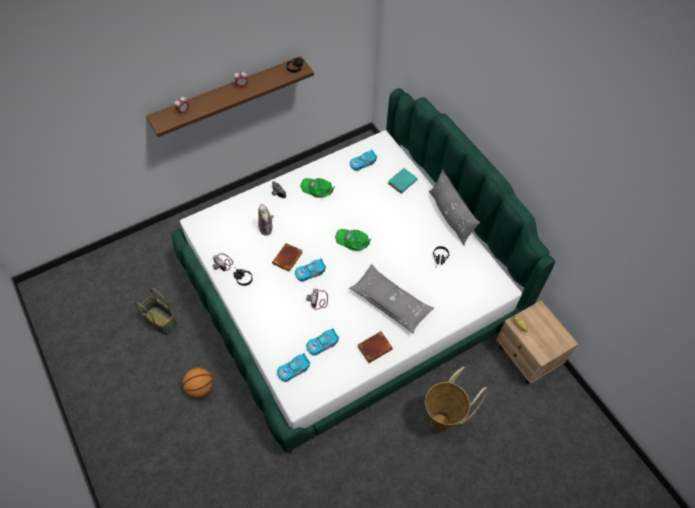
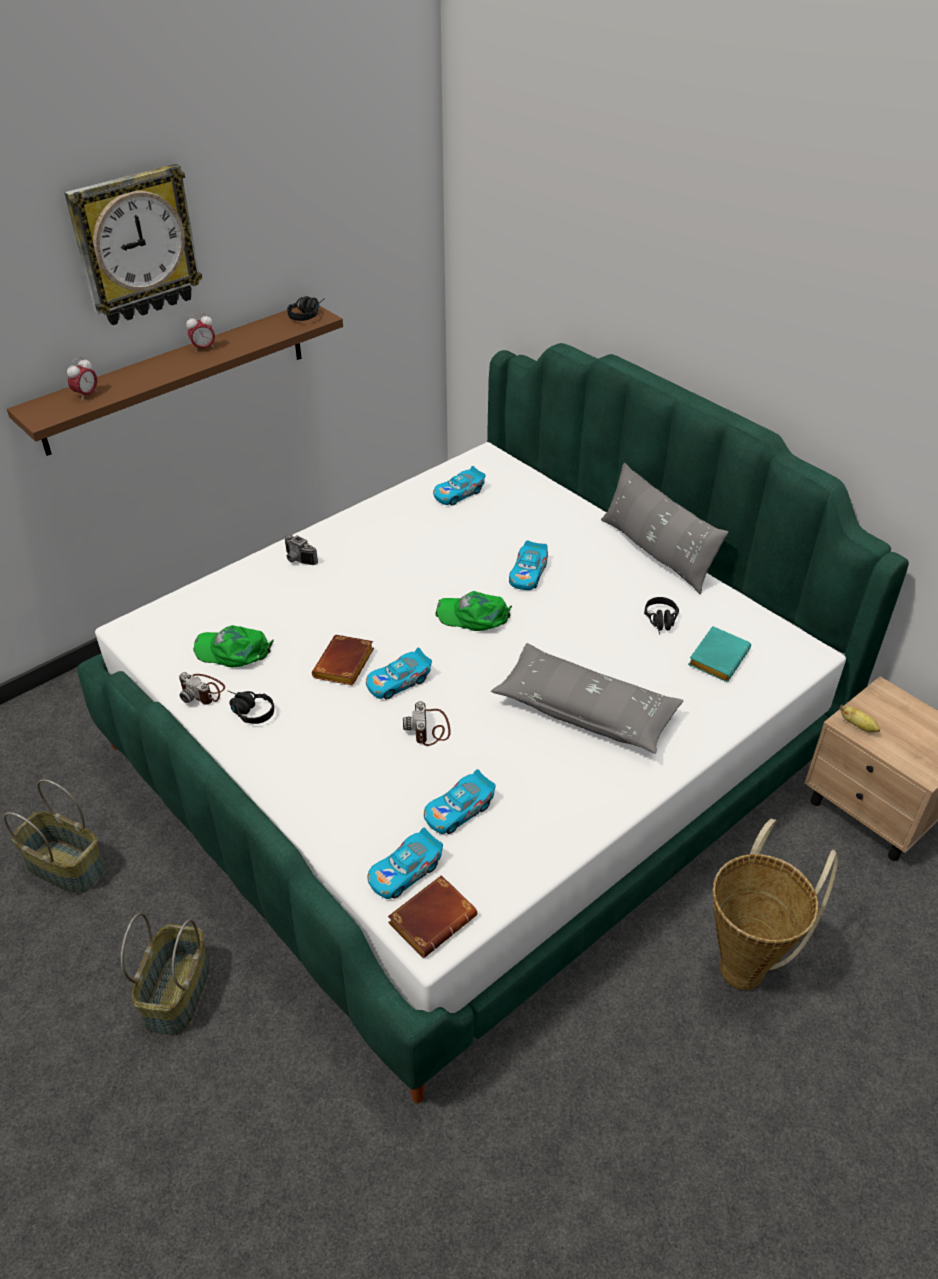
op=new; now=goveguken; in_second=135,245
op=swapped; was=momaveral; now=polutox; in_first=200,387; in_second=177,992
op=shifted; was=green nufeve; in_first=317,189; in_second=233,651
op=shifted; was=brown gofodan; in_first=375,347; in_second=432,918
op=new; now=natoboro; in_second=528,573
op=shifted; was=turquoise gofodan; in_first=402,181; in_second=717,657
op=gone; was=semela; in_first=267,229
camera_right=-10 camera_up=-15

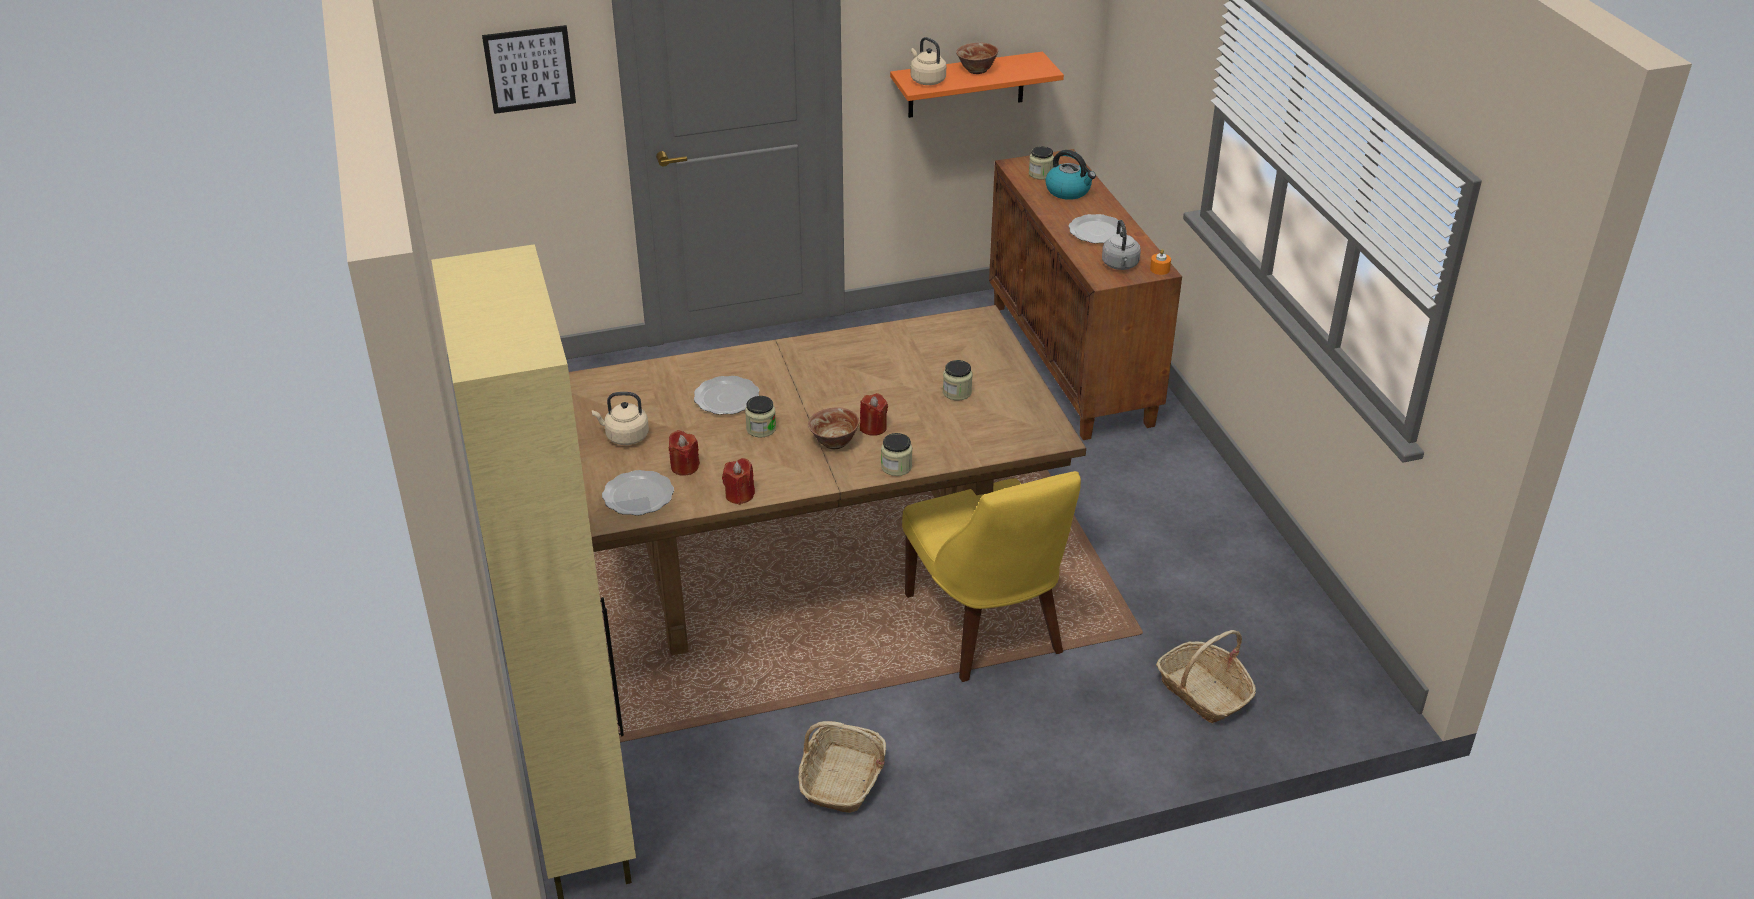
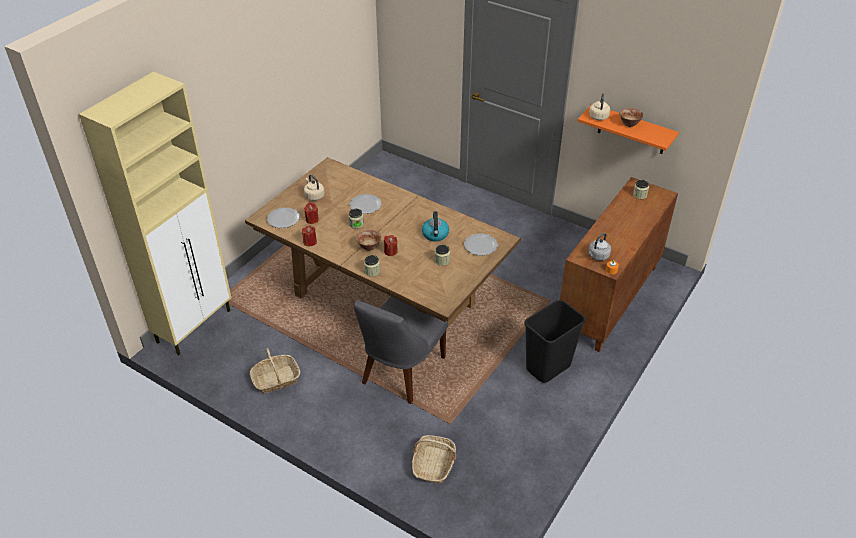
op=repainted; was=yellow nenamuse; now=grey nenamuse; in_first=987,628; in_second=401,372
op=shifted; was=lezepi; in_first=1068,191; in_second=435,235
op=shifted; was=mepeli; in_first=1097,232; in_second=480,246
op=new; now=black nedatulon; in_second=548,368
op=gone; was=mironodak; in_first=529,69
camera_right=50 camera_up=5

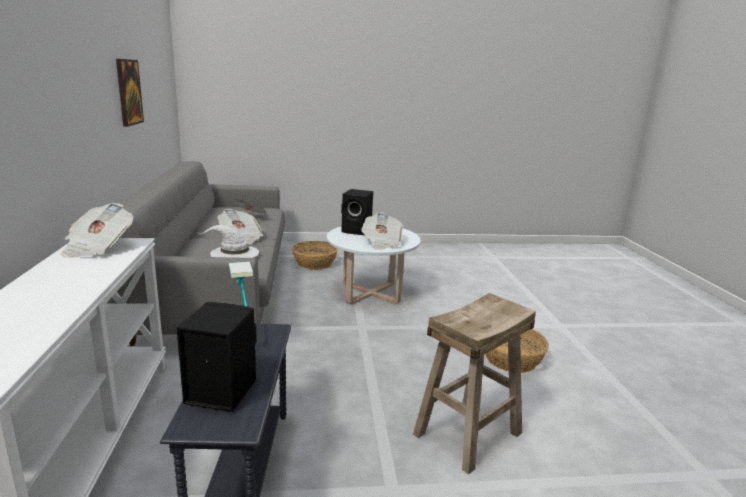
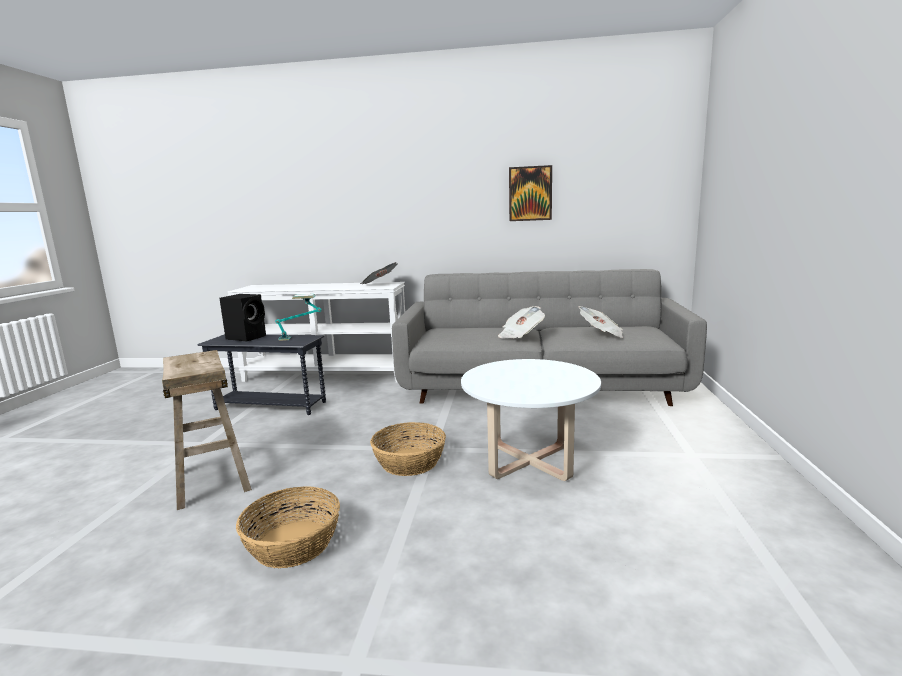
op=shifted; was=polutox; in_first=314,263; in_second=409,462
op=gone; was=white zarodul; in_first=234,253
op=gone; was=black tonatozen; in_first=357,230
op=gone; was=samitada; in_first=381,243
camera_right=105 camera_up=-5

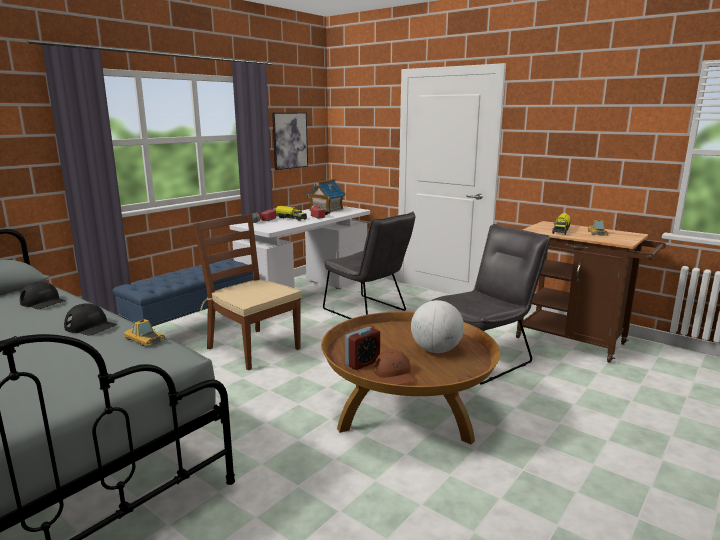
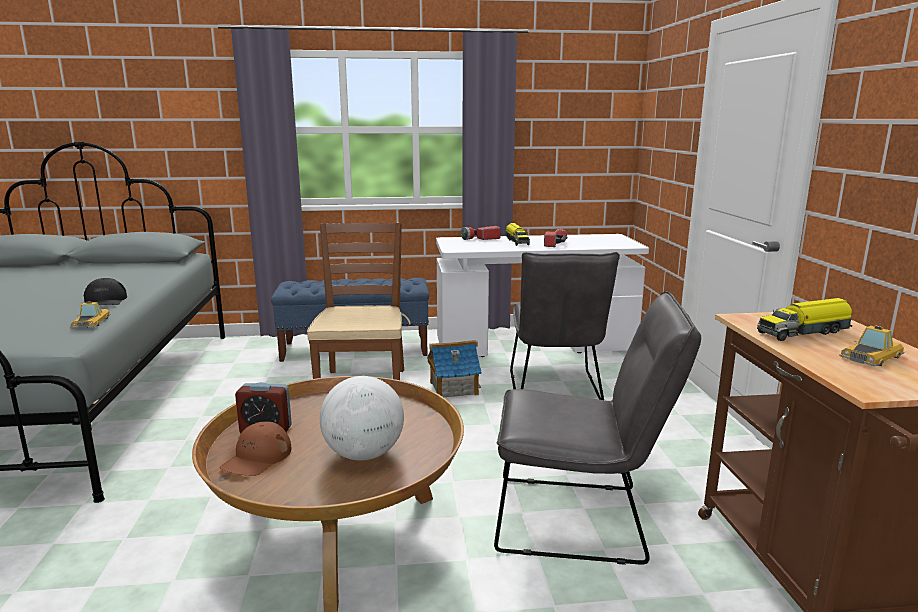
op=shifted; was=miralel; in_first=326,209; in_second=453,388
op=gone; was=black nufeve; in_first=43,302
op=gone; was=mironodak; in_first=290,140
camera_right=45 camera_up=0

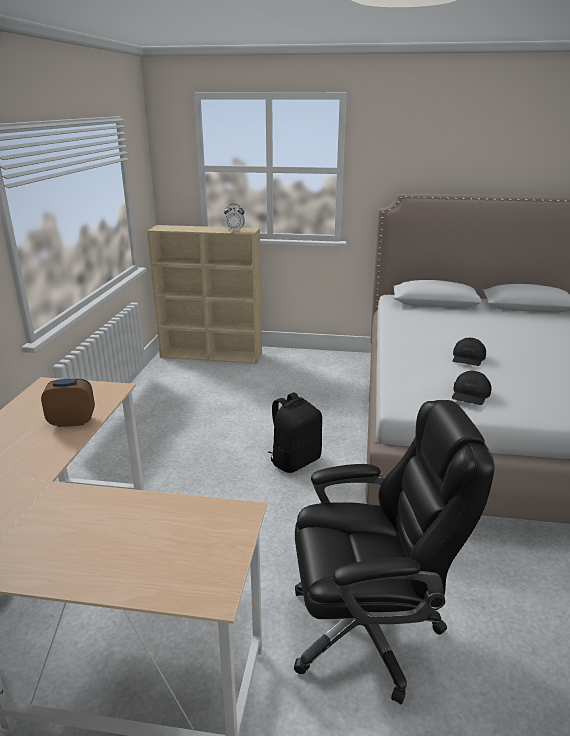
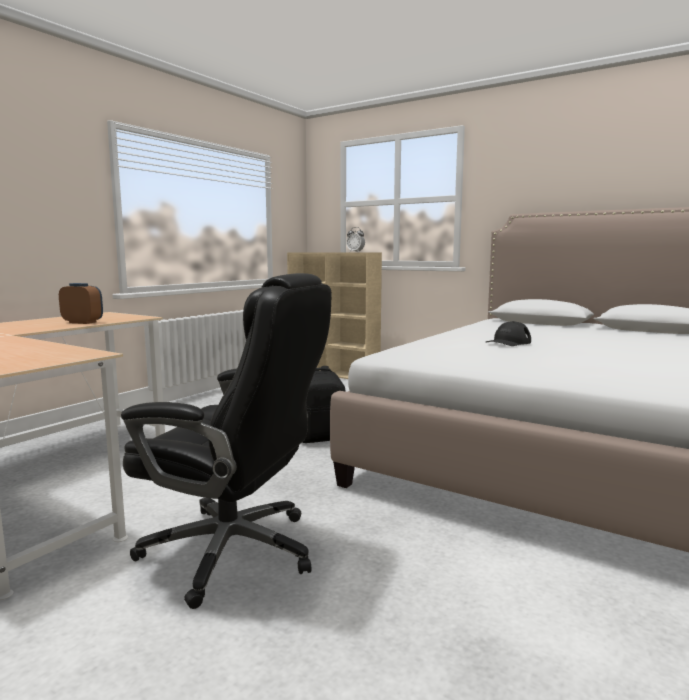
op=gone; was=black nufeve; in_first=470,394
camera_right=25 camera_up=-15

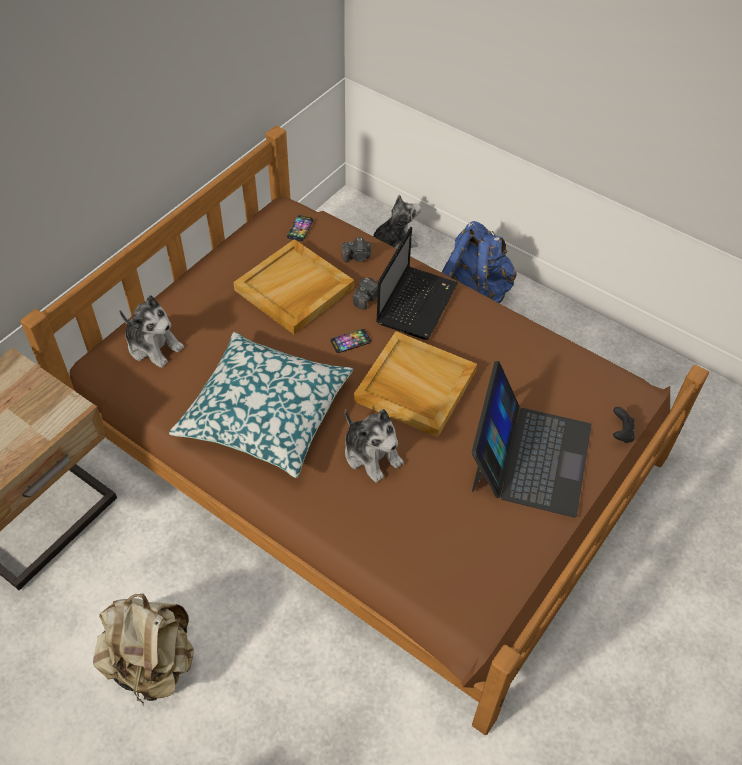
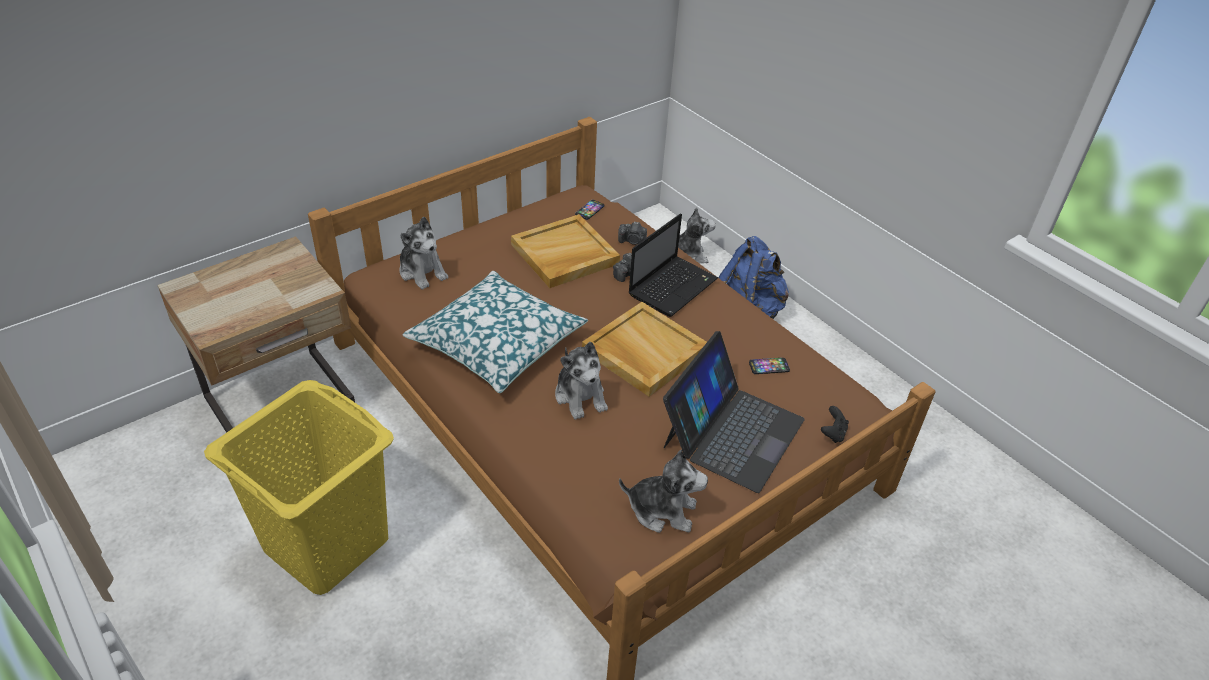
op=swapped; was=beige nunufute; now=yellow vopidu; in_first=151,663; in_second=328,544
op=new; now=semela; in_second=662,510
op=shifted; was=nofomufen; in_first=350,341; in_second=769,367
camera_right=15 camera_up=-10

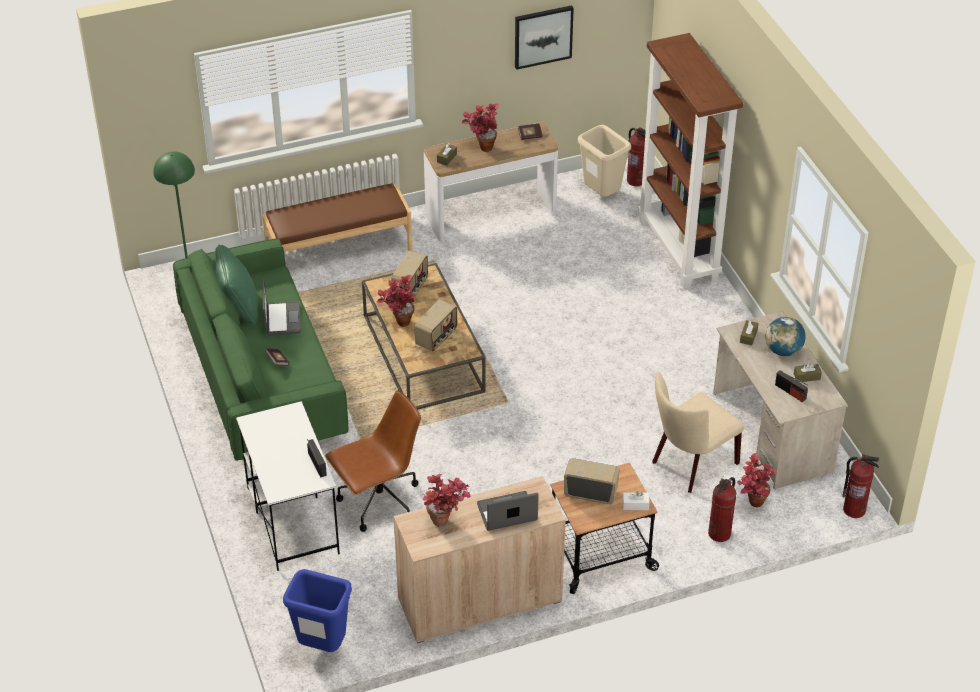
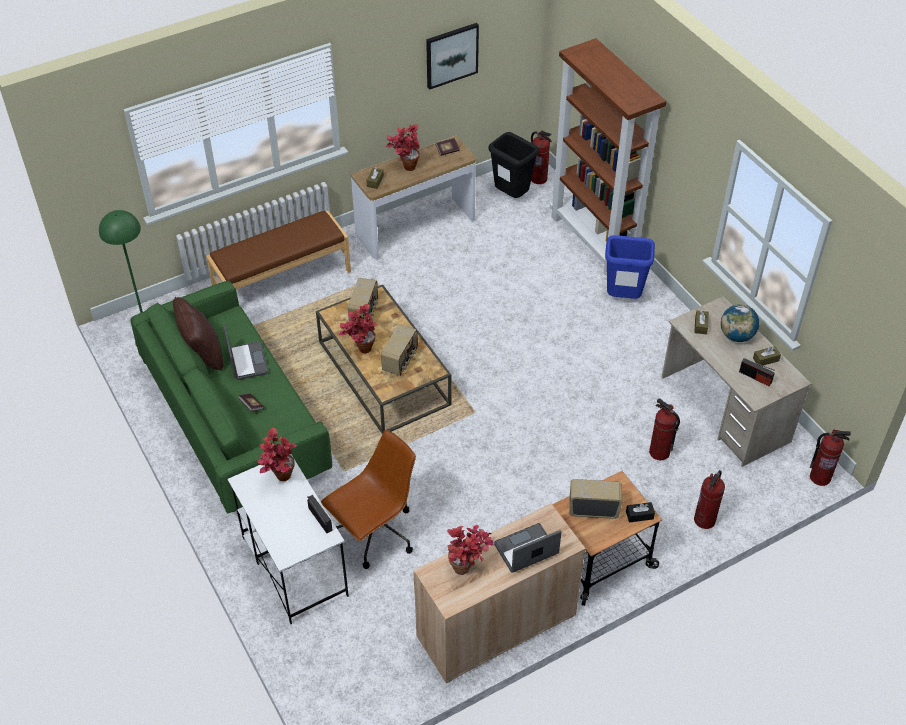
op=repainted; was=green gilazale; now=brown gilazale; in_first=239,307; in_second=202,354
op=shifted; was=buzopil; in_first=751,505; in_second=279,479
op=repainted; was=beige nedatulon; now=black nedatulon; in_first=602,195; in_second=512,196
op=shifted; was=blue nedatulon; in_first=322,647; in_second=622,298
op=repainted; was=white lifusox; now=black lifusox; in_first=635,505; in_second=639,515
op=swapped; was=beige nenamuse; now=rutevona; in_first=690,464; in_second=659,452
camera_right=-10 camera_up=5

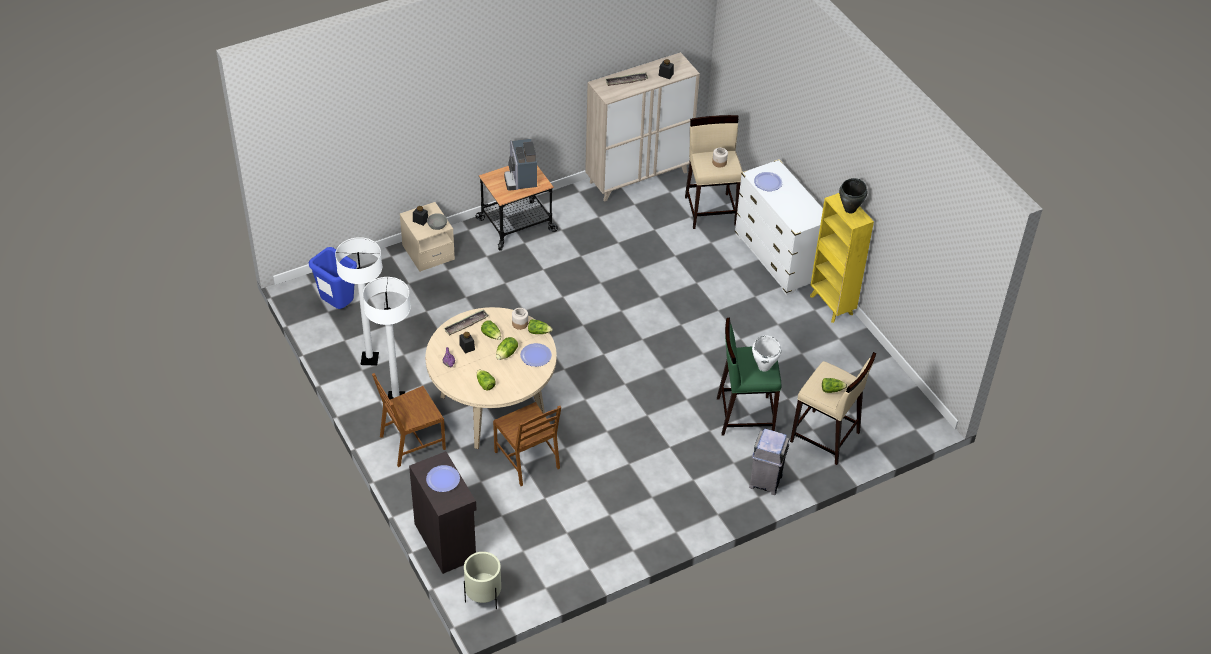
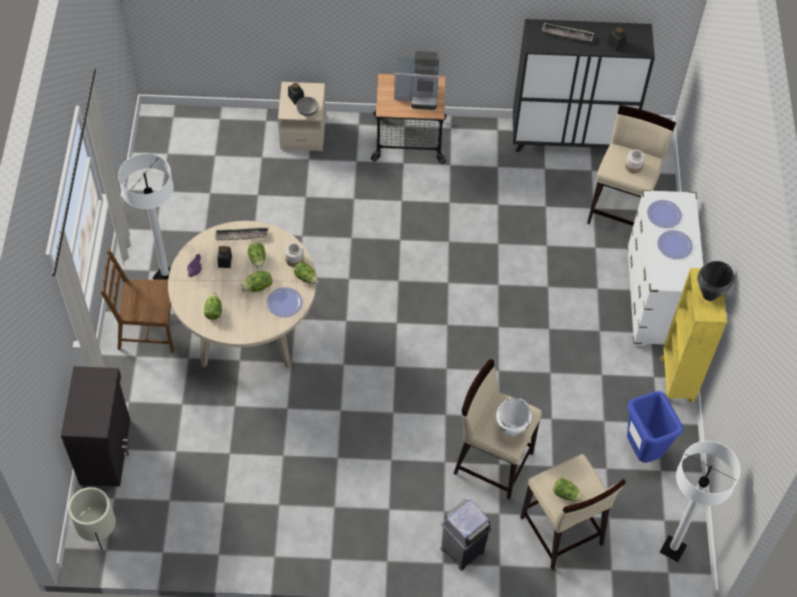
op=rotated; was=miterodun; in_first=521,178; in_second=418,95; clockwise=-105
op=repainted; was=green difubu; now=beige difubu; in_first=744,415; in_second=493,462
op=repainted; was=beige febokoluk; now=black febokoluk; in_first=638,177; in_second=570,139
op=shifted; was=blue nedatulon; in_first=337,305; in_second=642,451
op=shifted; was=mepeli; in_first=443,479; in_second=674,245
op=shifted; was=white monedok; in_first=369,359; in_second=673,549
op=gone; was=brown nenamuse; in_first=528,460
camera_right=30 camera_up=10

